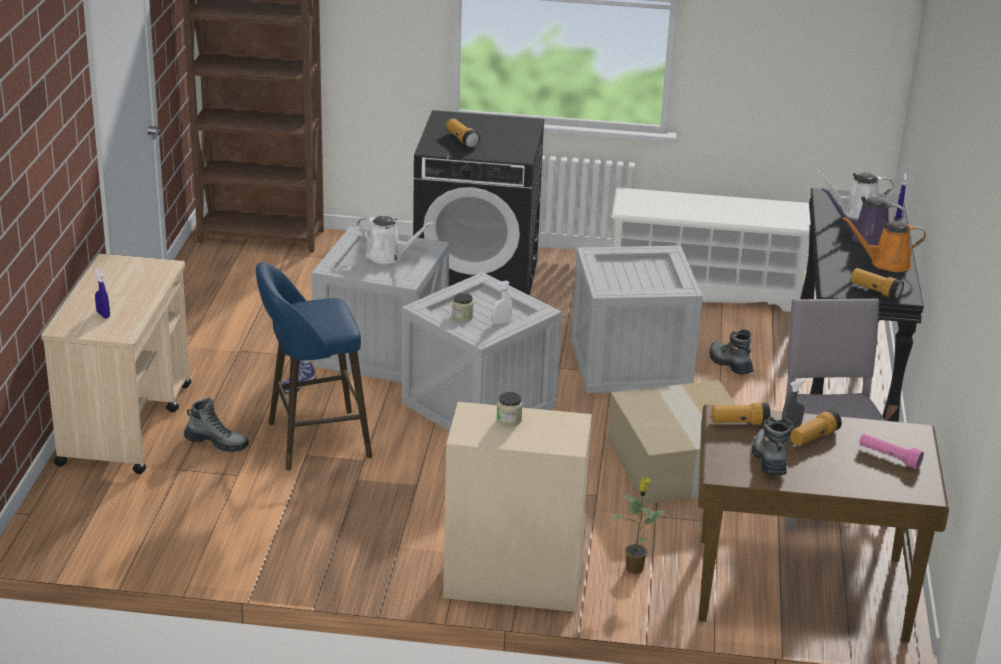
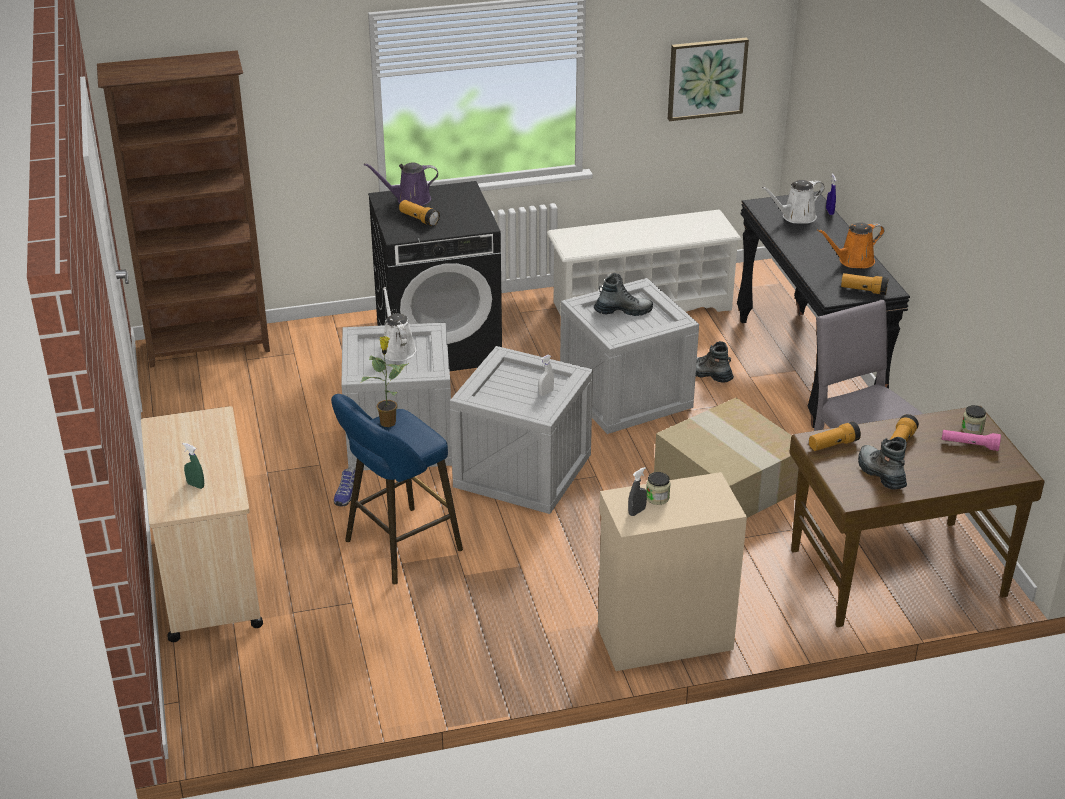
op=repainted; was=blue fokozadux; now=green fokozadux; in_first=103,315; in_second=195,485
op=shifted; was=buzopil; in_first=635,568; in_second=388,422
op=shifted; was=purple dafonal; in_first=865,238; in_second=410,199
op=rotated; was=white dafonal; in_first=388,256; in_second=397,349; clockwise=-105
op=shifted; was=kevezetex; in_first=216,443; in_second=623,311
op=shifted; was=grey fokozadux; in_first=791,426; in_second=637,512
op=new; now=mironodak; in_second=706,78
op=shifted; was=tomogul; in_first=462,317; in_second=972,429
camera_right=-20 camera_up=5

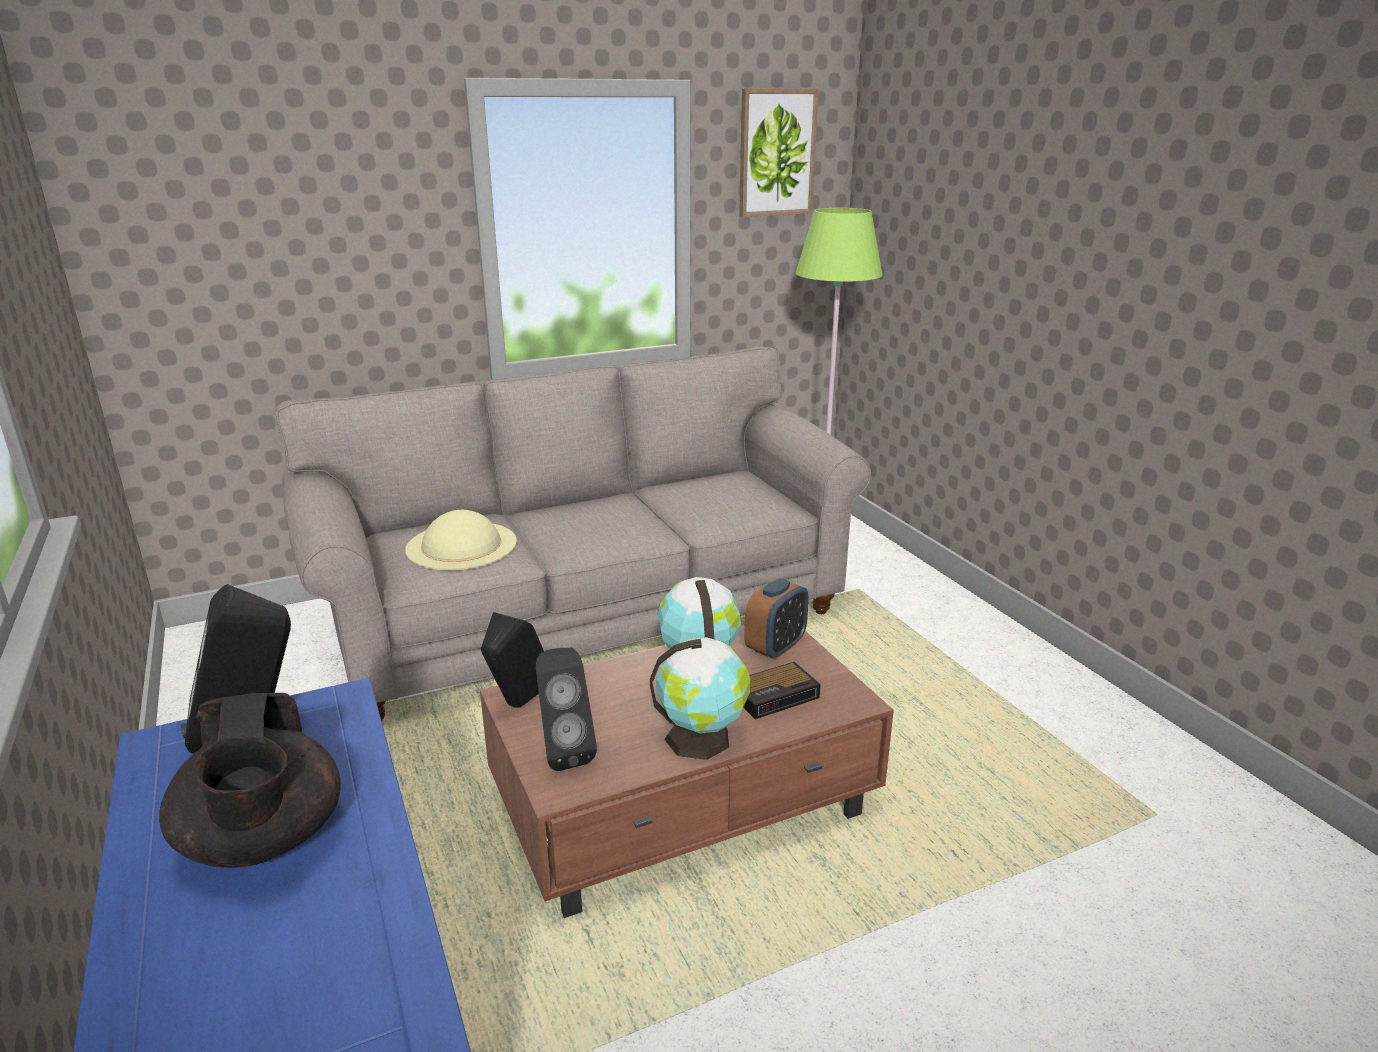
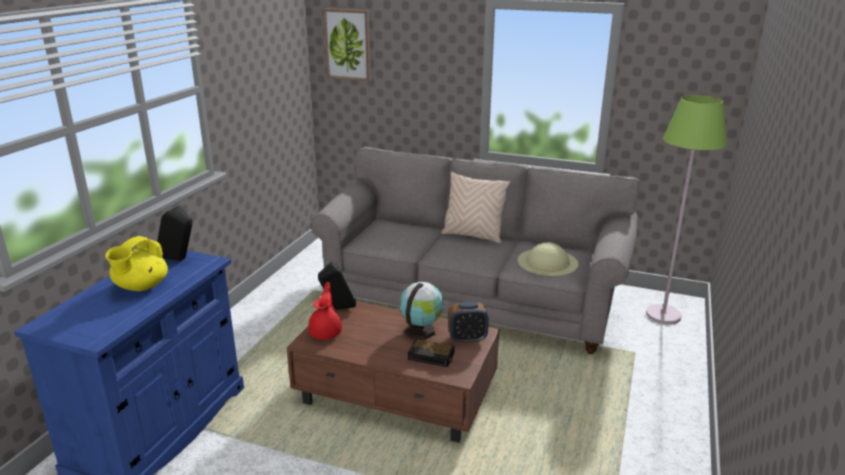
op=repainted; was=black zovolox; now=yellow zovolox; in_first=263,841; in_second=141,287
op=swapped; was=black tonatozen; now=red zovolox; in_first=563,751; in_second=326,332
op=shifted; was=mironodak; in_first=776,153; in_second=348,44
op=new; now=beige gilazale; in_second=473,235
op=shifted; was=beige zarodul; in_first=461,545; in_second=547,262
op=gone; was=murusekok; in_first=702,738
camera_right=45 camera_up=0

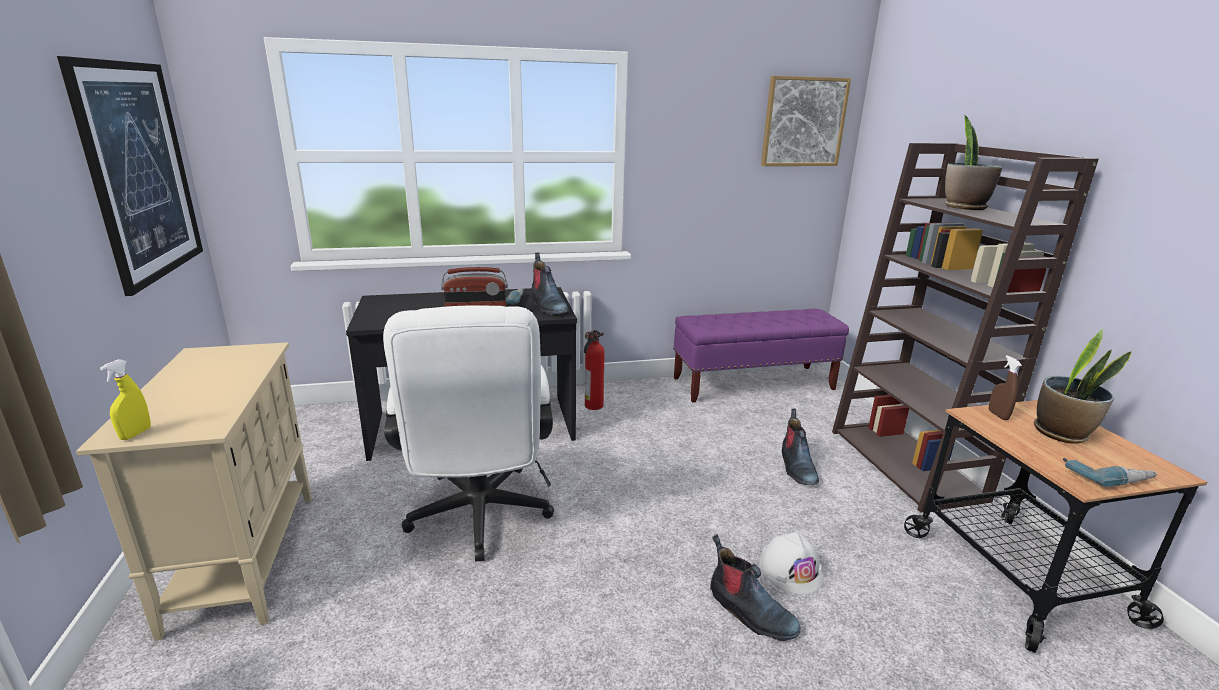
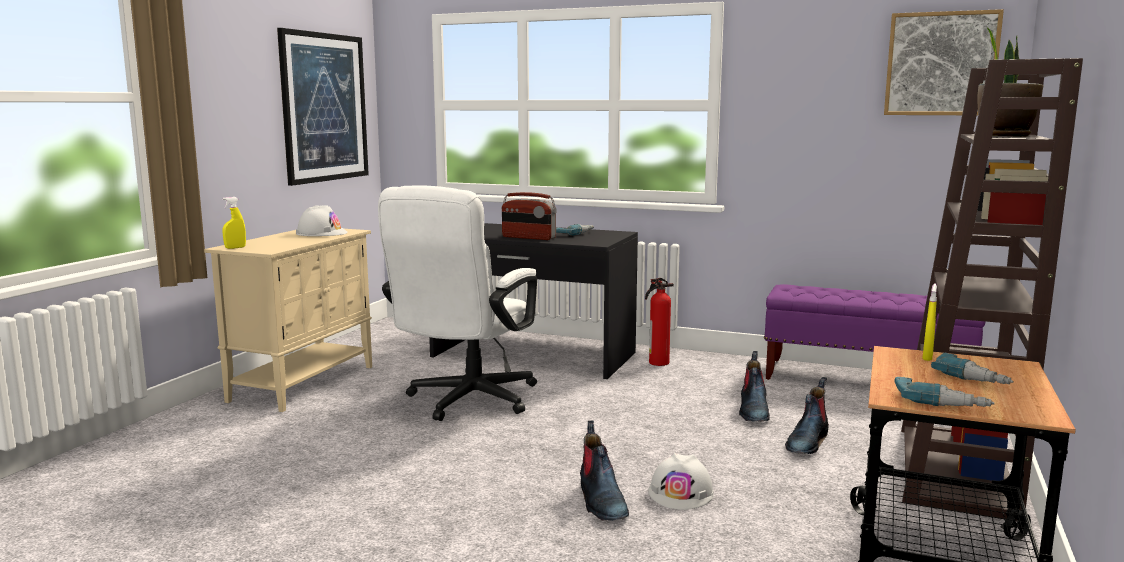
op=new; now=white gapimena; in_second=321,233
op=shifted; was=kevezetex; in_first=547,306; in_second=753,411
op=repainted; was=brown fokozadux; now=yellow fokozadux; in_first=998,415; in_second=927,357
op=swapped; was=buzopil; now=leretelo; in_first=1061,433; in_second=974,377
camera_right=35 camera_up=-10

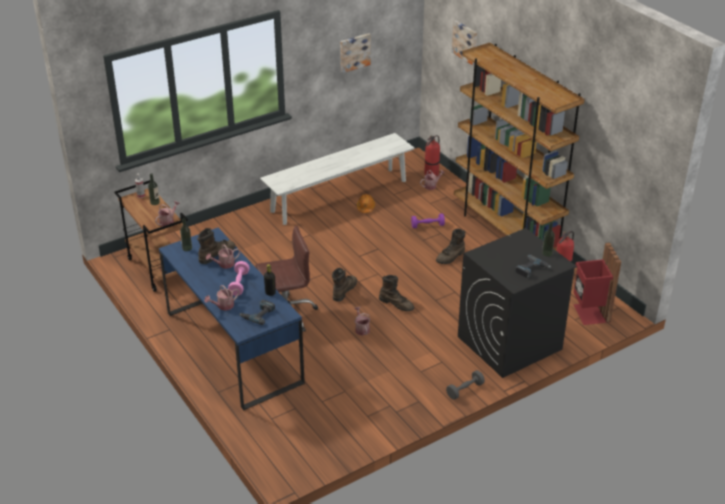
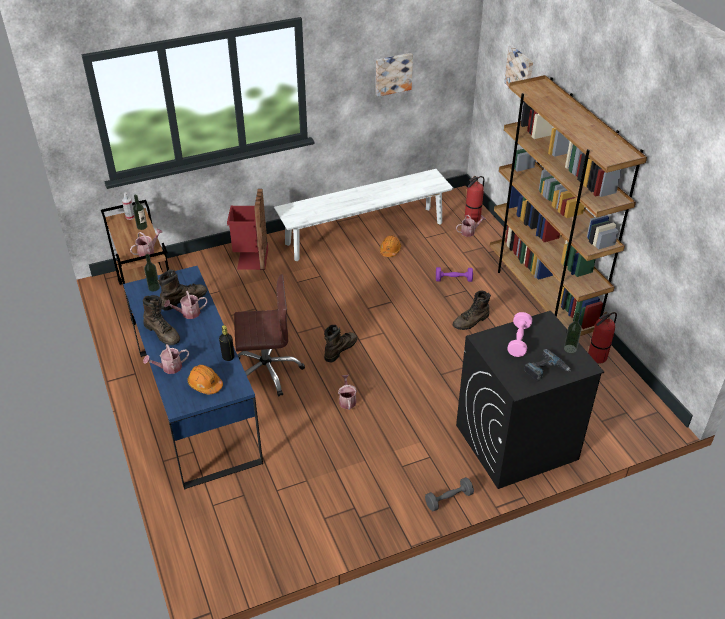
op=shifted; was=brown kevezetex; in_first=396,304; in_second=163,333
op=swapped; was=leretelo; now=orange gapimena; in_first=258,314; in_second=205,384
op=shifted; was=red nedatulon; in_first=590,313; in_second=250,259
op=shifted; was=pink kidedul; in_first=239,284; in_second=518,341
camera_right=10 camera_up=5

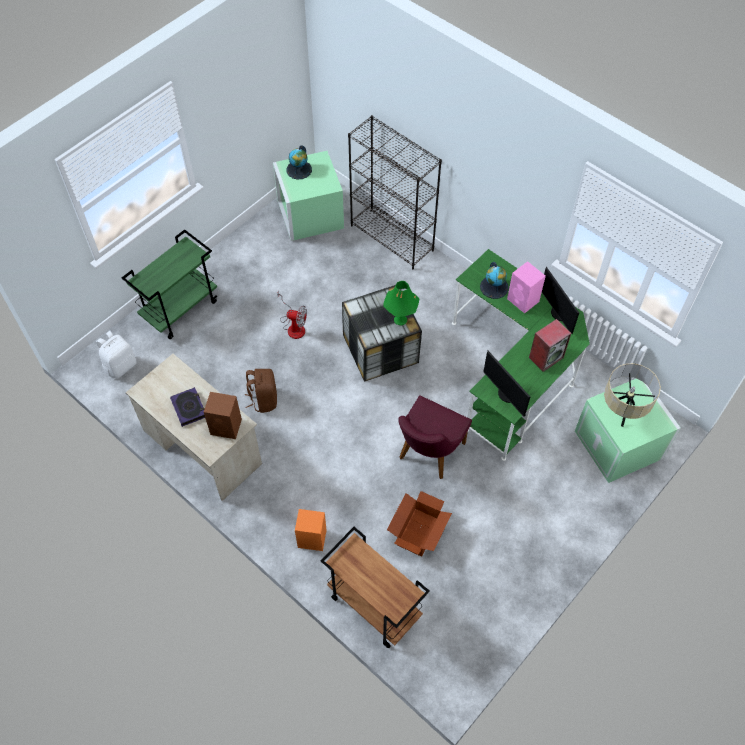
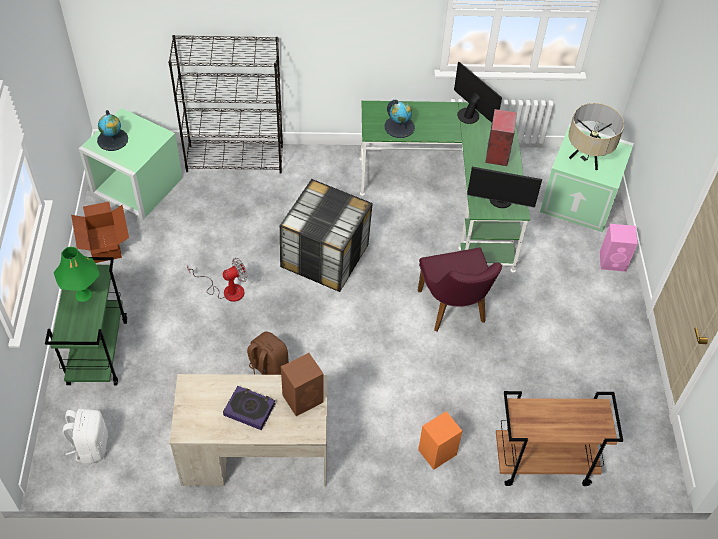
op=shifted; was=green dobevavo; in_first=400,320; in_second=84,295
op=shifted; was=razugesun; in_first=417,532; in_second=104,244
op=rotated; was=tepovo; in_first=559,313; in_second=470,114; clockwise=-150
op=shifted; was=pink tonatozen; in_first=523,300; in_second=613,261
camera_right=-45 camera_up=-5

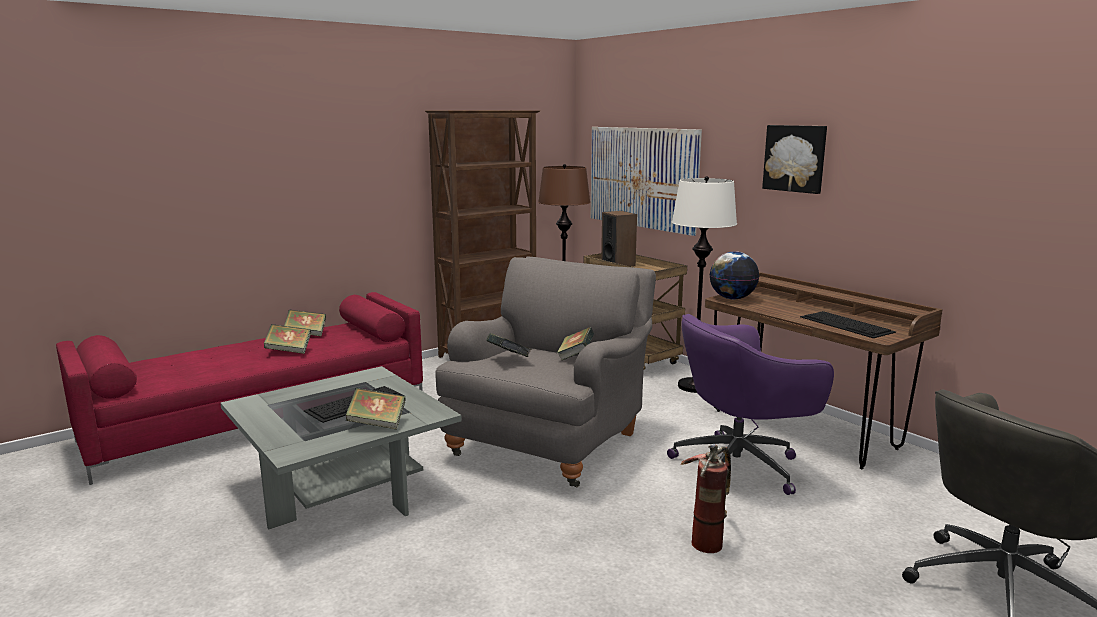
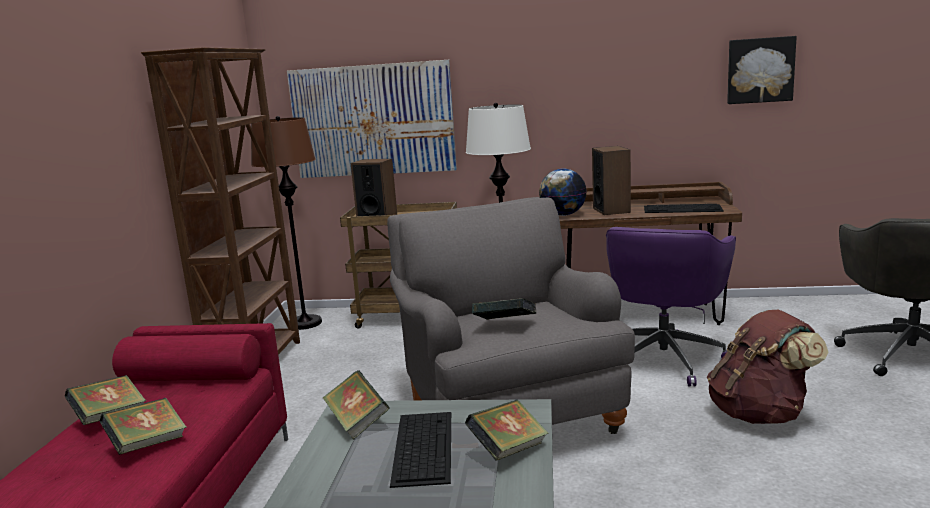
op=shifted; was=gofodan; in_first=576,355; in_second=357,422
op=new; now=tonatozen; in_second=611,210
op=swapped; was=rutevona; now=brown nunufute; in_first=707,537; in_second=760,414
op=shifted; was=mironodak; in_first=795,158; in_second=760,70
camera_right=-45 camera_up=0

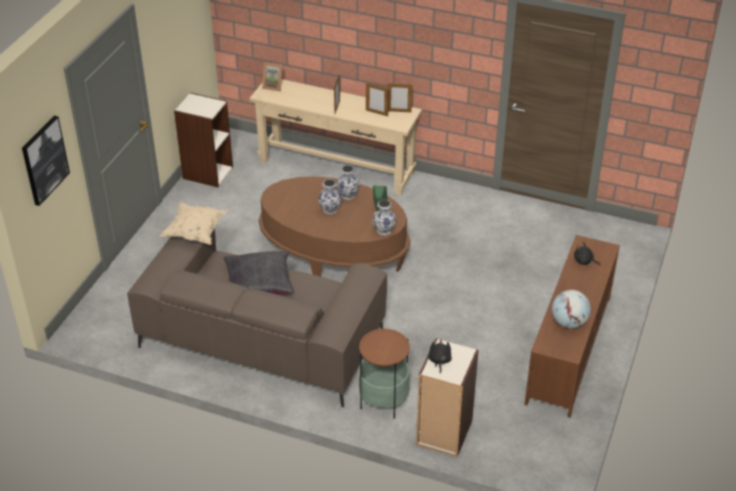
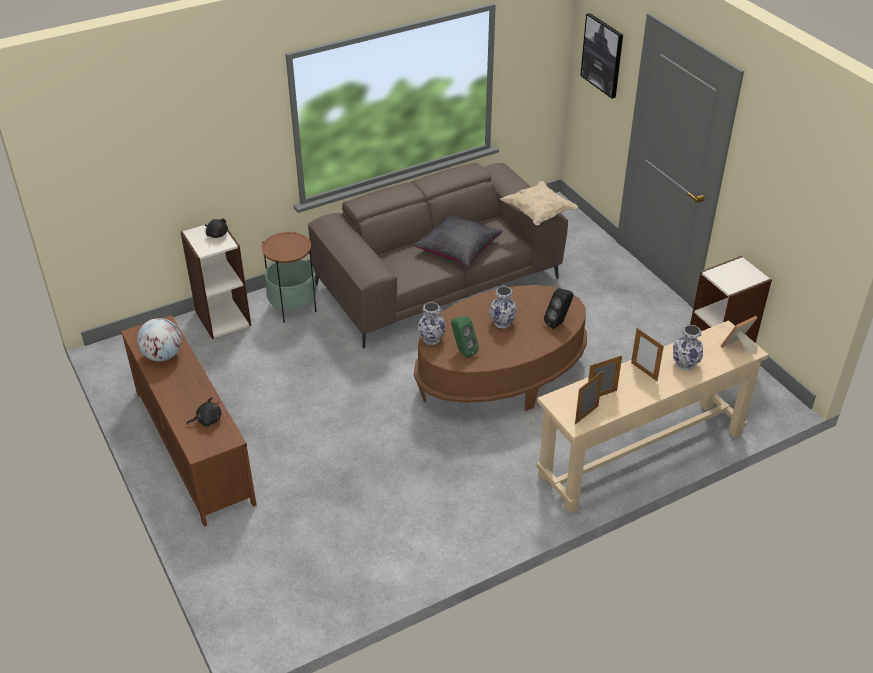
op=new; now=black tonatozen; in_second=558,323
op=shifted; was=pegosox; in_first=347,195; in_second=685,363
camera_right=130 camera_up=0

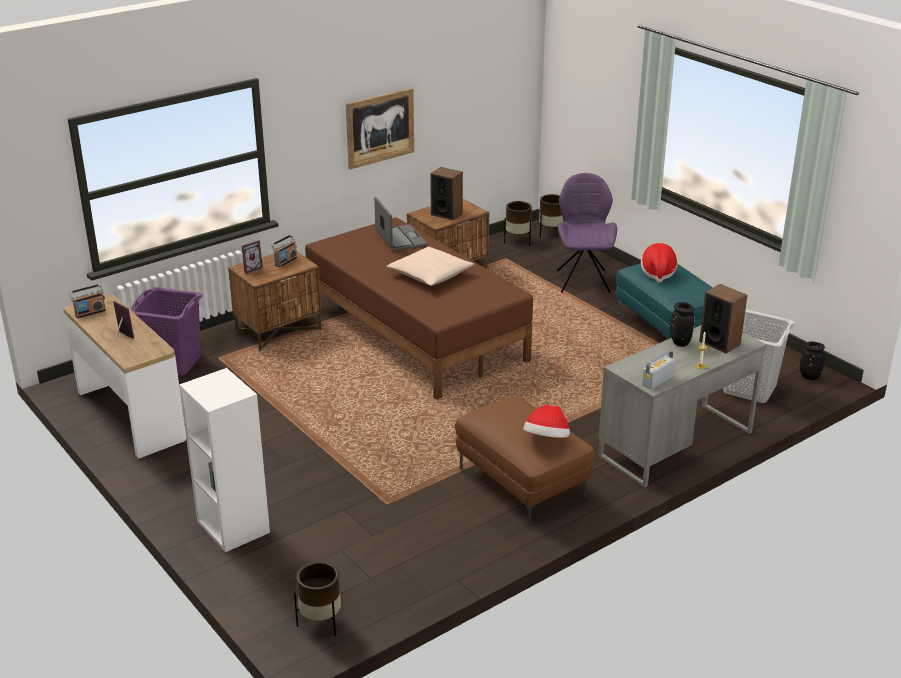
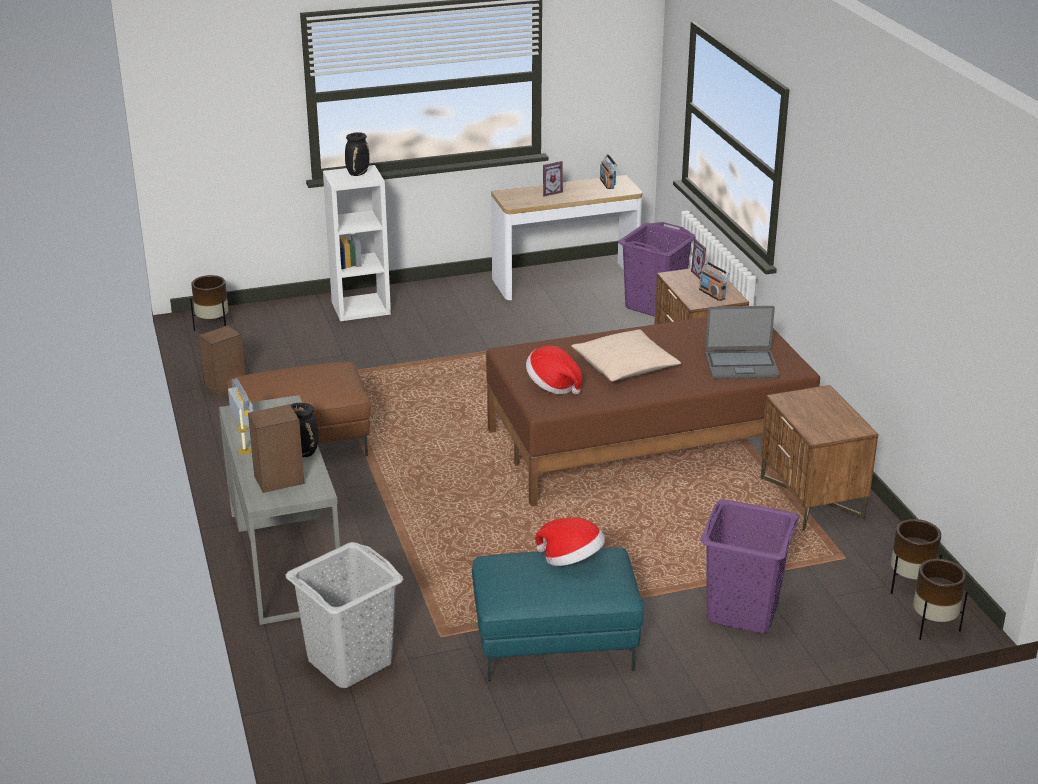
op=shifted; was=tonatozen; in_first=446,214; in_second=225,385
op=shifted; was=black pegosox; in_first=808,377; in_second=358,173
op=shifted; was=zarodul; in_first=546,440; in_second=553,385
op=swapped; was=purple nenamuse; now=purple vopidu; in_first=583,280; in_second=743,611
op=gone; was=mironodak; in_first=380,128
camera_right=110 camera_up=0

